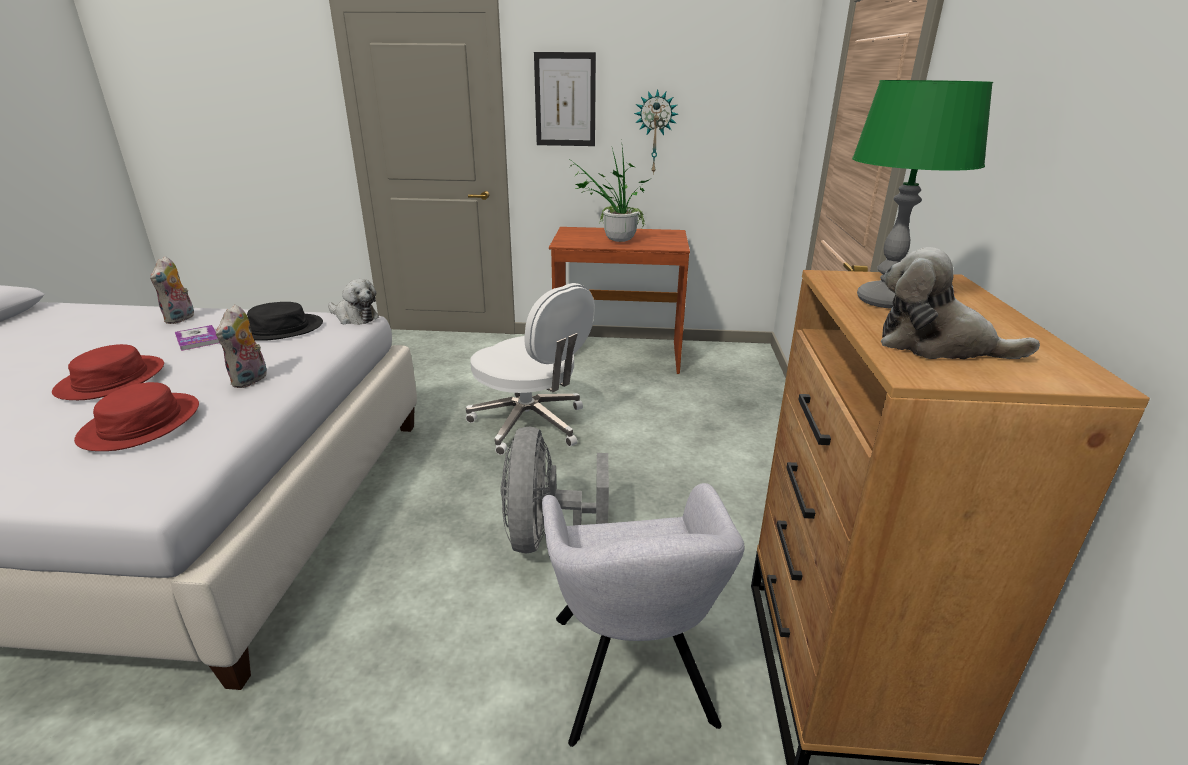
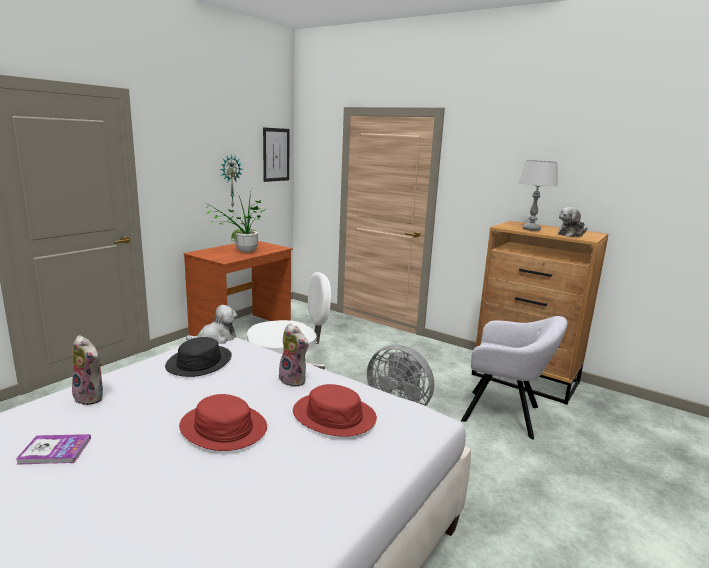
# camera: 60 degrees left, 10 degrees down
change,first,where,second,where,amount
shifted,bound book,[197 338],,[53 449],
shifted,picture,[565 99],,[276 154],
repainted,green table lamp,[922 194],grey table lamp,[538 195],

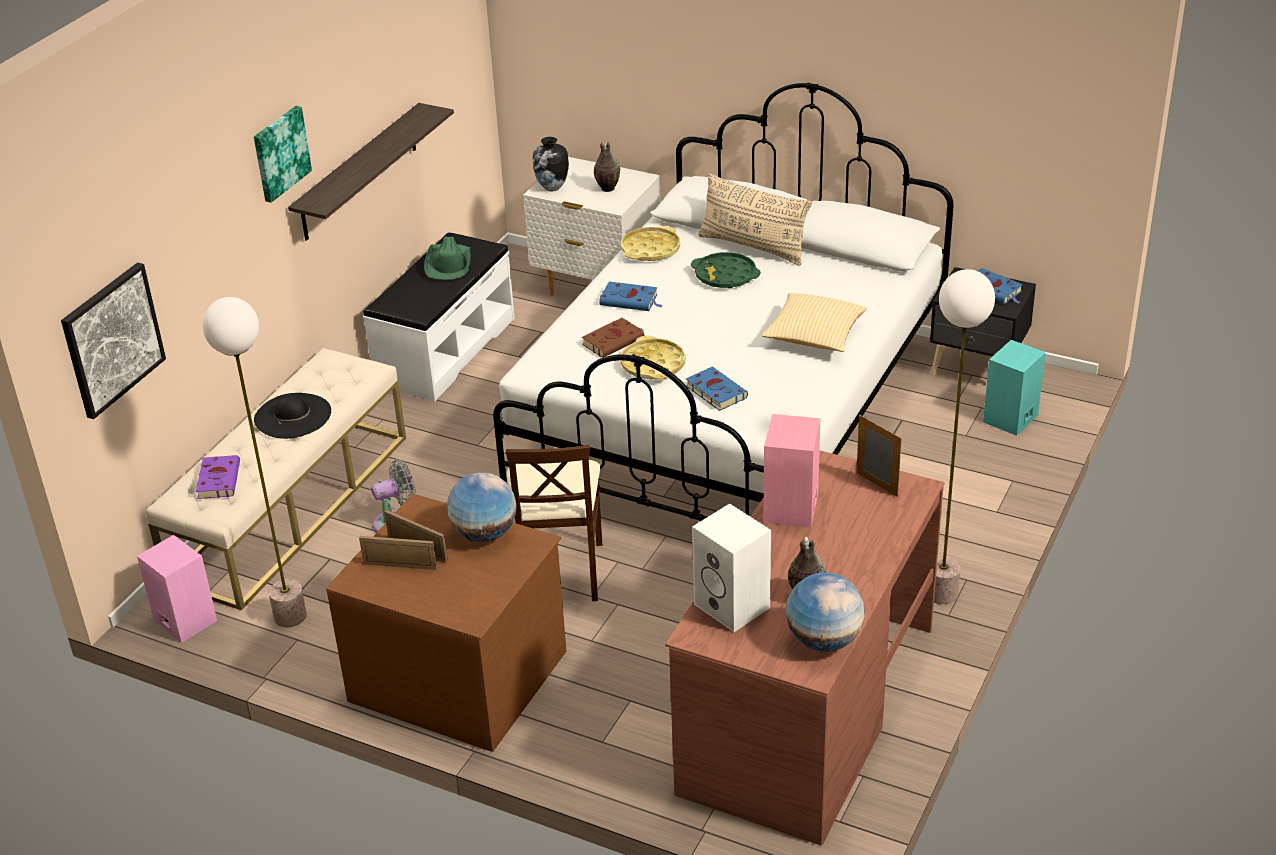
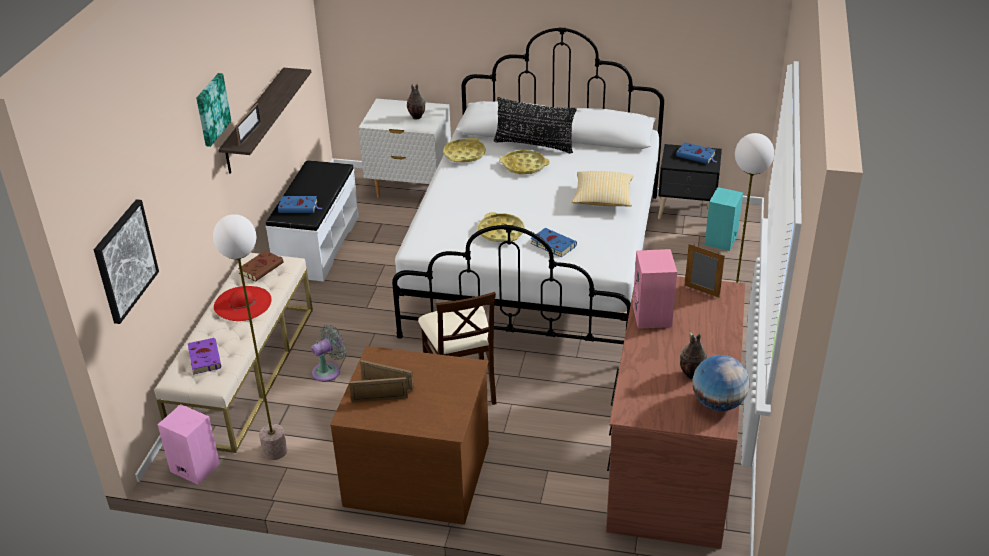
# camera: 15 degrees left, 0 degrees up
change,first,where,second,where,amount
repainted,blackish clothing hat,[292 416],reddish clothing hat,[243 303],
gone,green clothing hat,[447 258],,,
gone,globe,[482 507],,,
gone,vase,[551 164],,,
shifted,brown bound book,[613 338],,[261 265],
shifted,blue bound book,[631 296],,[300 204],
repainted,green tray,[726 270],yellow tray,[524 162],
gone,white-coloured loudspeaker,[731 567],,,
repainted,beige cushion,[755 219],blackish cushion,[535 125],
new,,,picture frame,[248 124],

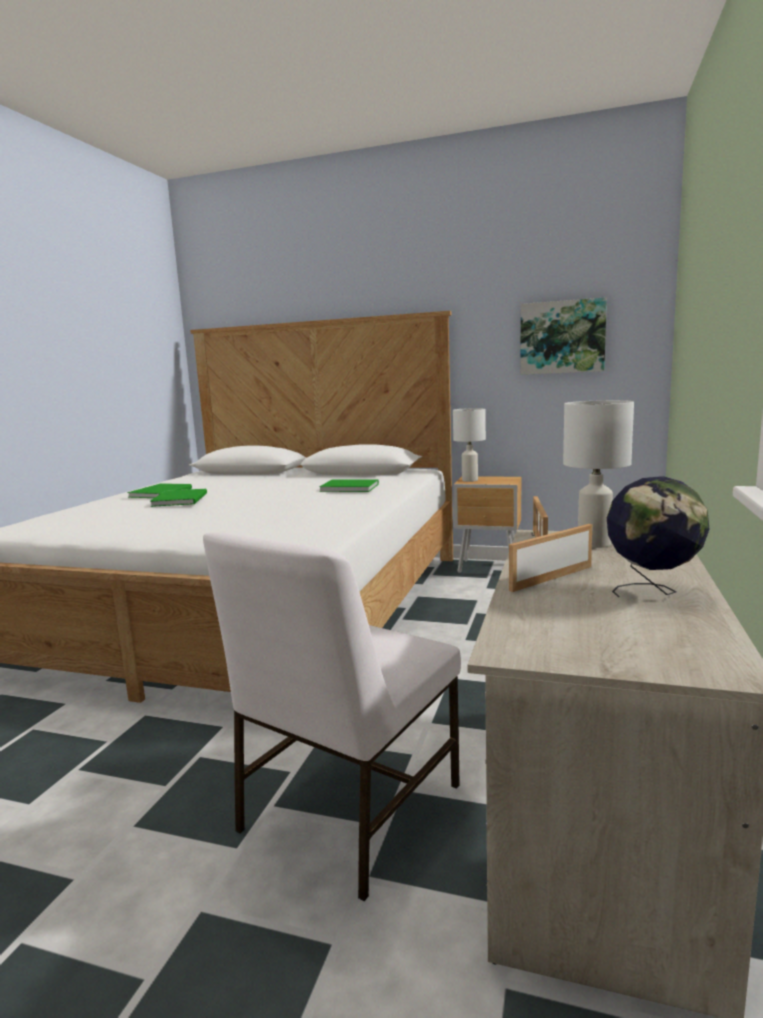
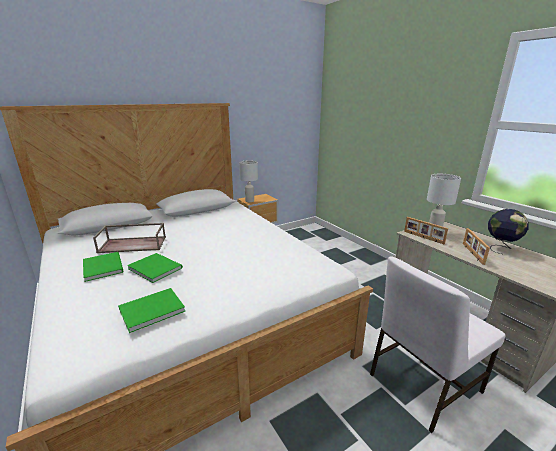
# camera: 50 degrees left, 10 degrees up
change,first,where,second,where,amount
rotated,white-coloured chair,[332 716],,[437 344],75 degrees clockwise
shifted,green bound book,[349 485],,[151 310],
gone,picture,[563 336],,,
new,,,brown tray,[129 238],

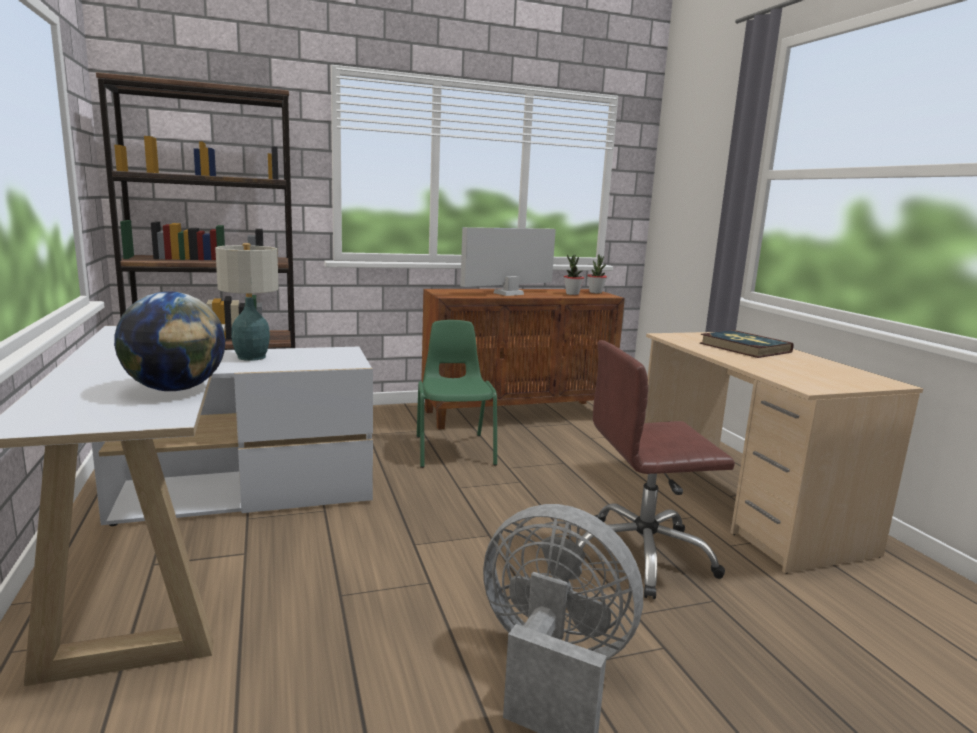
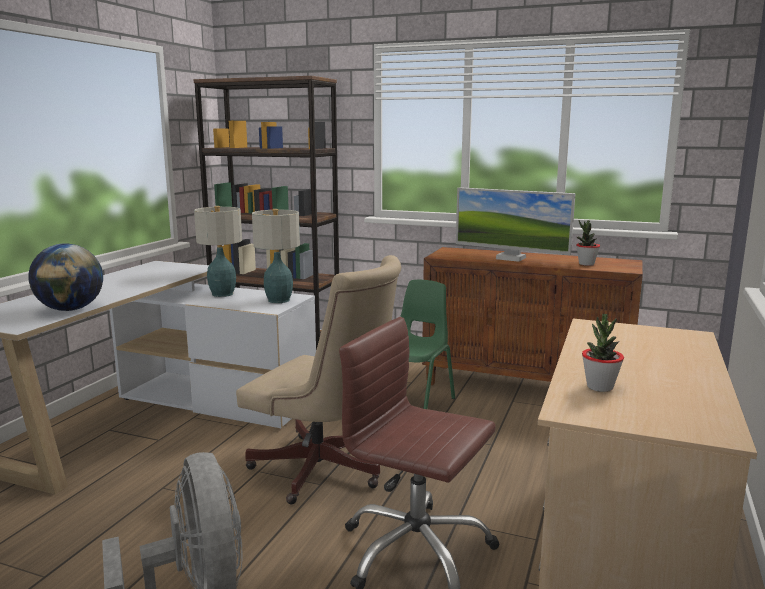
# camera: 40 degrees right, 0 degrees up
change,first,where,second,where,amount
rotated,computer display,[508 261],,[516 224],150 degrees counterclockwise
shifted,potted plant,[597 273],,[603 353],
gone,bound book,[747 344],,,
new,,,beige computer chair,[318 379],
new,,,table lamp,[276 256],

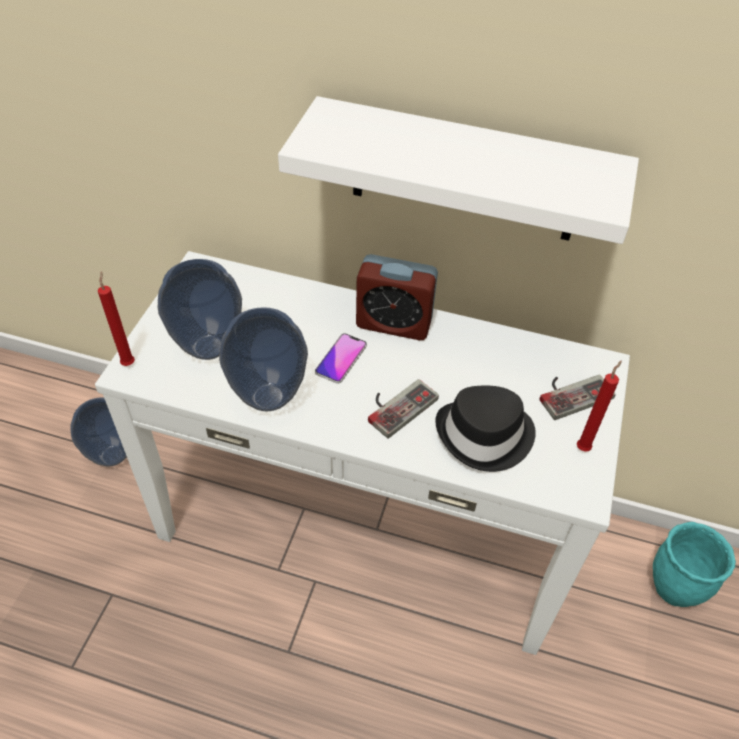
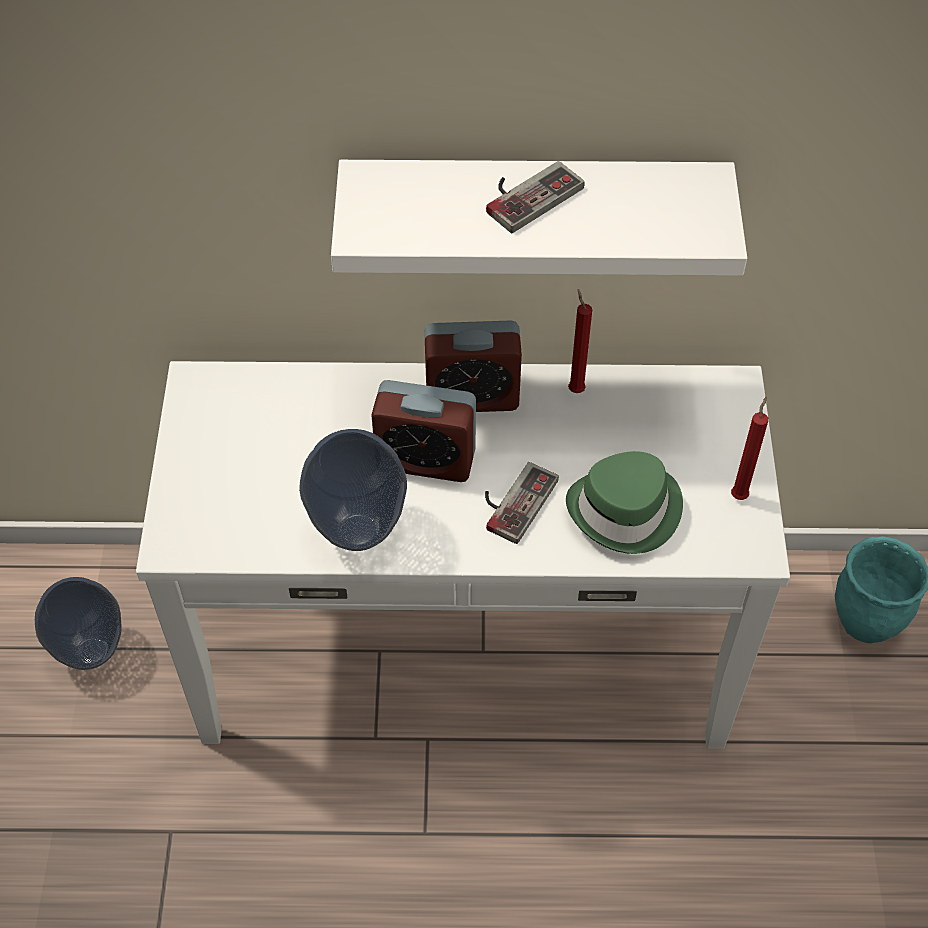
# camera: 15 degrees left, 5 degrees up
change,first,where,second,where,amount
shifted,reddish wax light,[116 318],,[580 341],
gone,vase,[200 309],,,
swapped,phone,[341 358],table clock,[423 431],
repainted,blackish clothing hat,[485 429],green clothing hat,[624 502],
shifted,gamepad,[577 397],,[535 197],

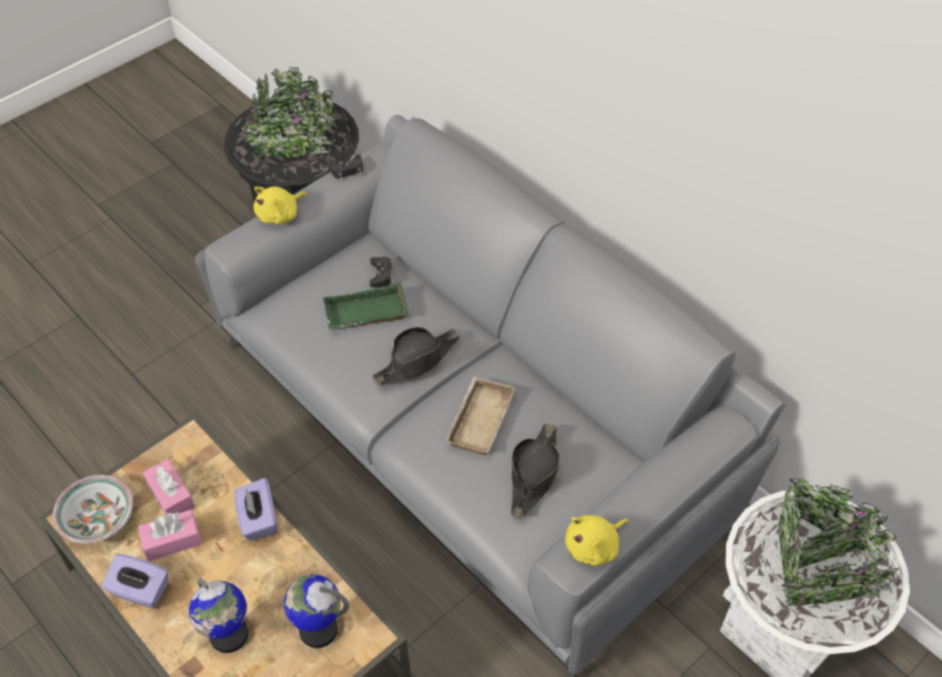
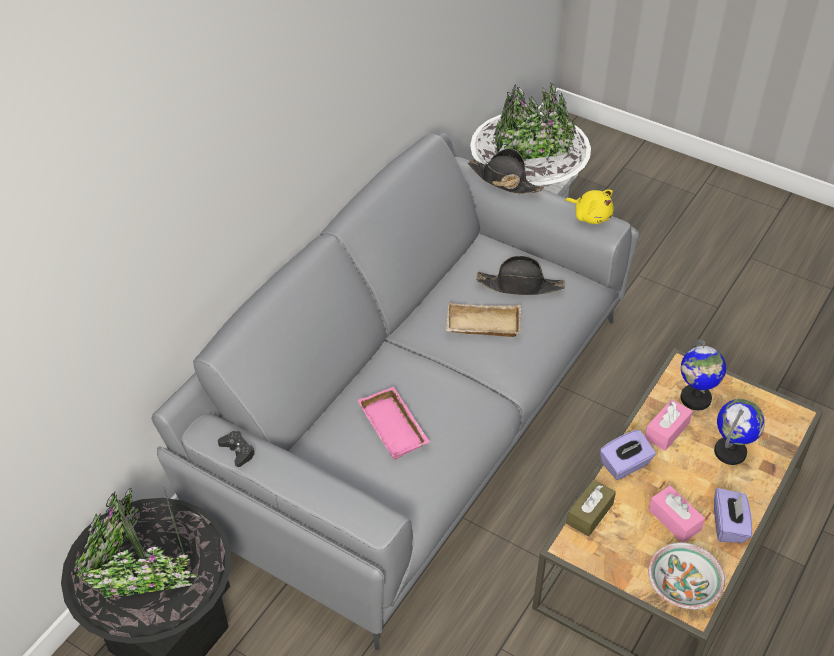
# camera: 105 degrees left, 5 degrees down
change,first,where,second,where,amount
shifted,pink-coloured box of tissues,[168 486],,[669 425],
gone,yellow soft toy,[280 205],,,
repainted,green tray,[366 306],pink-coloured tray,[394 423],
gone,blackish gamepad,[381 272],,,
shifted,blackish clothing hat,[416 356],,[506 171],
new,,,brown box of tissues,[591 508],

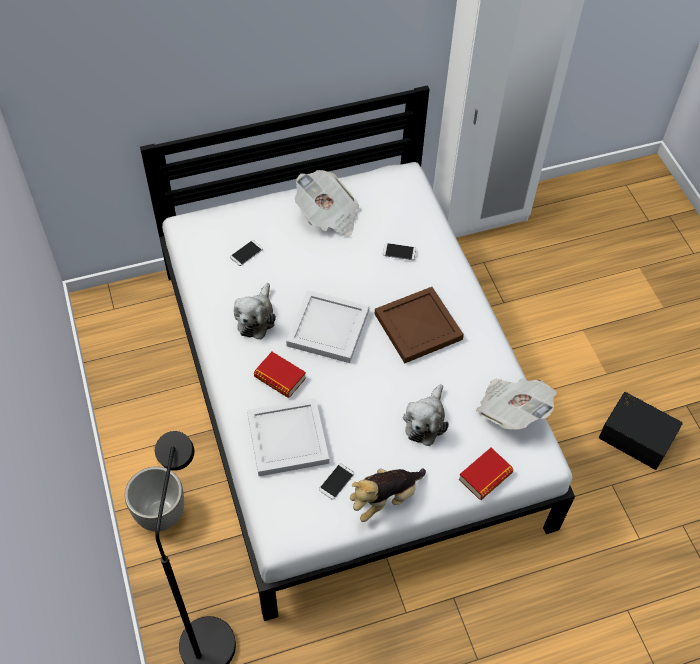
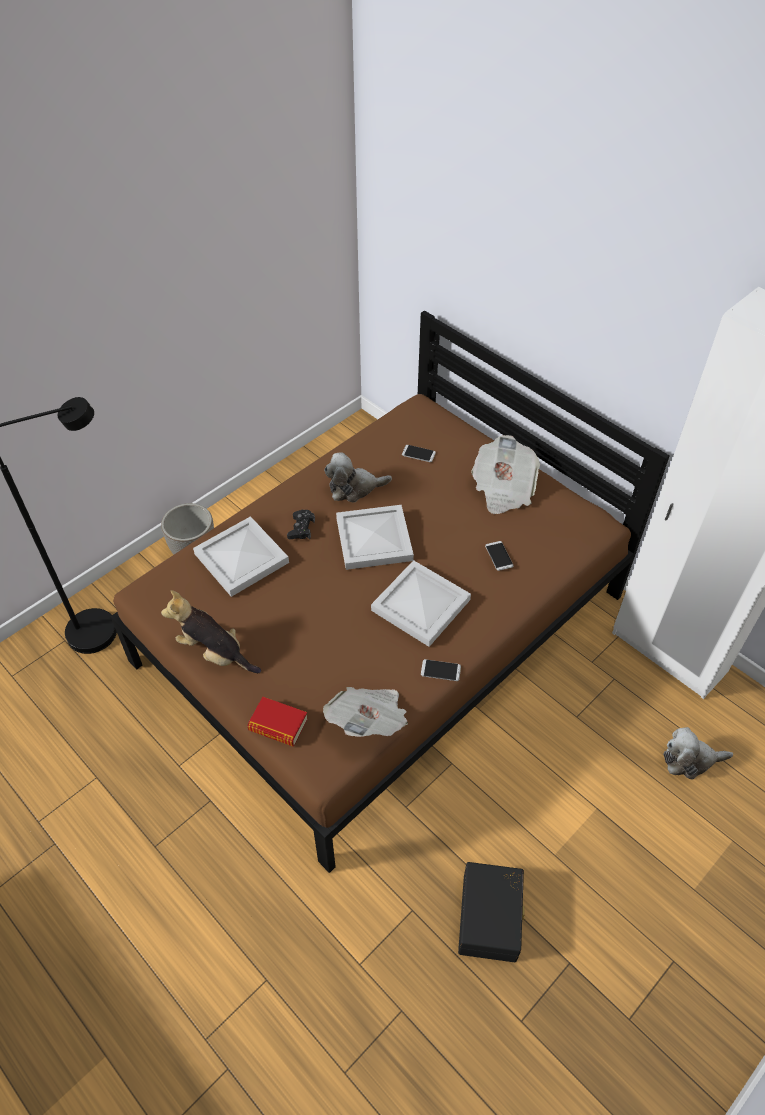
# camera: 65 degrees right, 5 degrees down
change,first,where,second,where,amount
repainted,white-coloured sleeping bed,[357 353],brown sleeping bed,[390 591],
swapped,bound book,[280 375],blackish gamepad,[301 524],
shifted,phone,[336 482],,[441 670],
repainted,brown tray,[419 325],white-coloured tray,[421 603],
shifted,soft toy,[426 415],,[698 753],

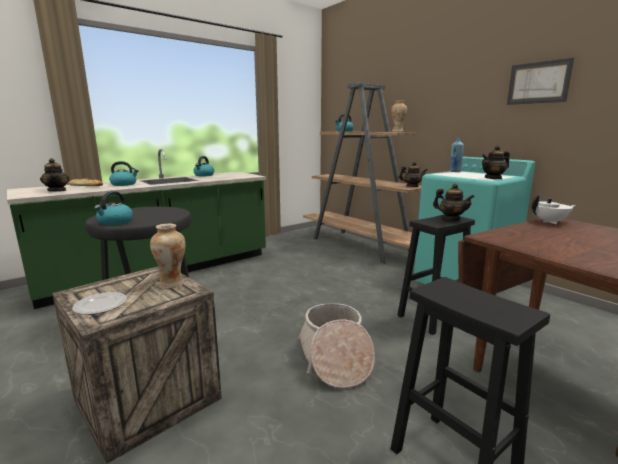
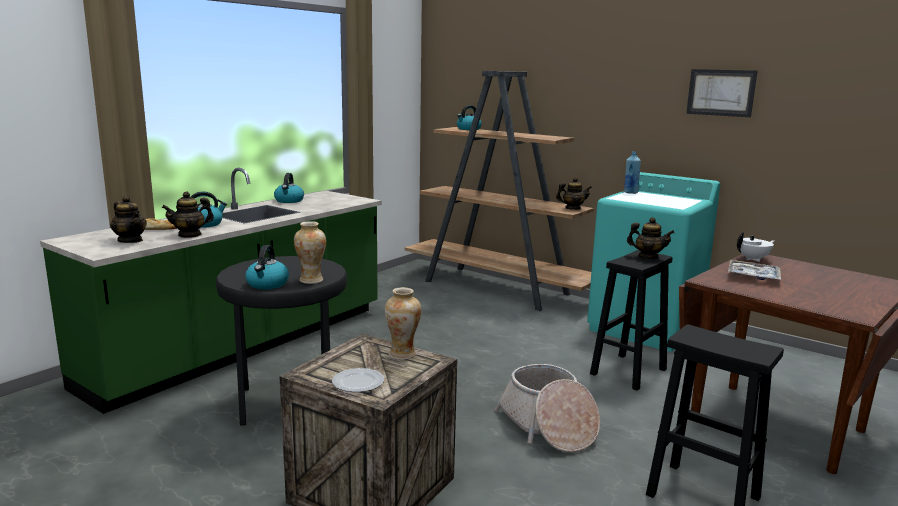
# camera: 15 degrees left, 0 degrees up
change,first,where,second,where,amount
shifted,vase,[399 116],,[310 252],
shifted,teapot,[496 162],,[188 214],
new,,,tray,[754 270],

